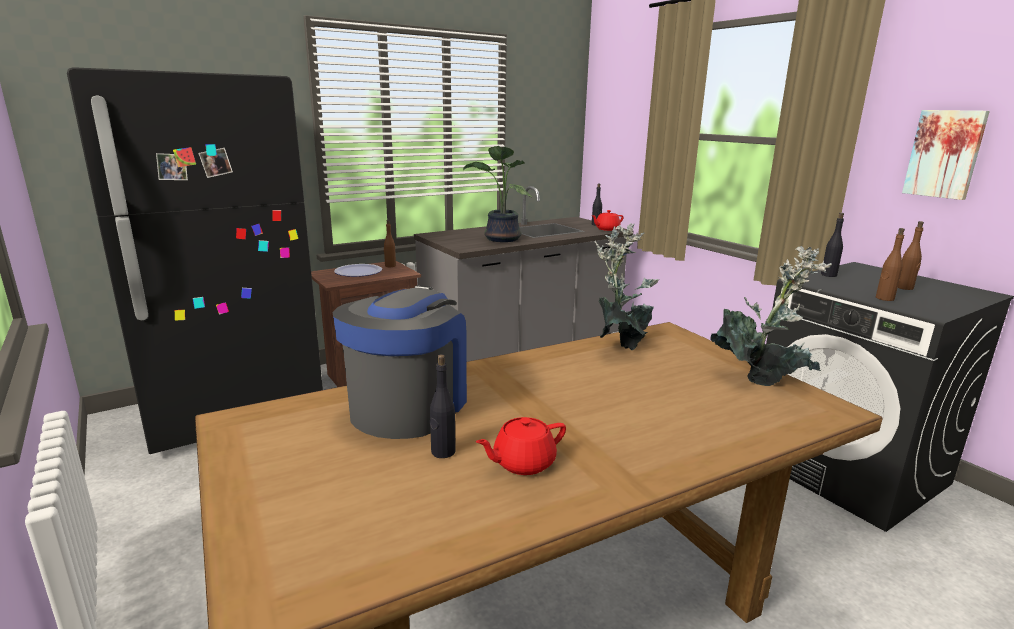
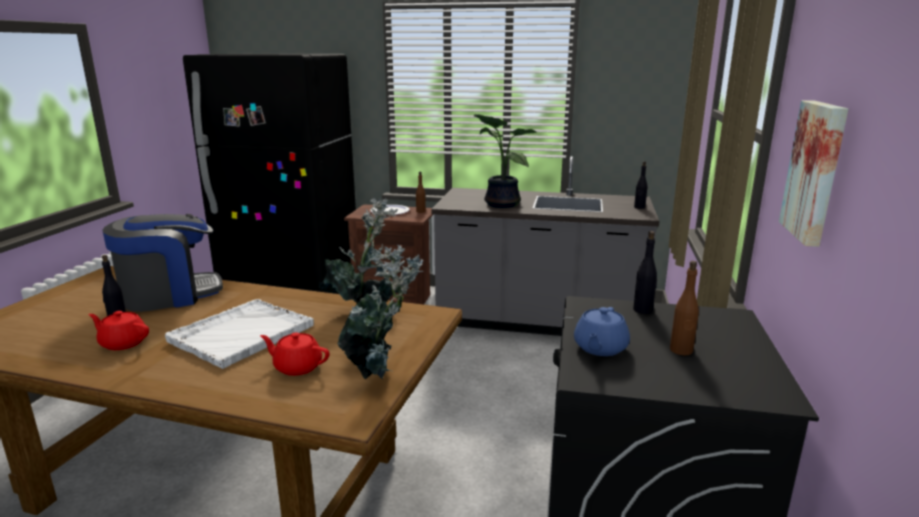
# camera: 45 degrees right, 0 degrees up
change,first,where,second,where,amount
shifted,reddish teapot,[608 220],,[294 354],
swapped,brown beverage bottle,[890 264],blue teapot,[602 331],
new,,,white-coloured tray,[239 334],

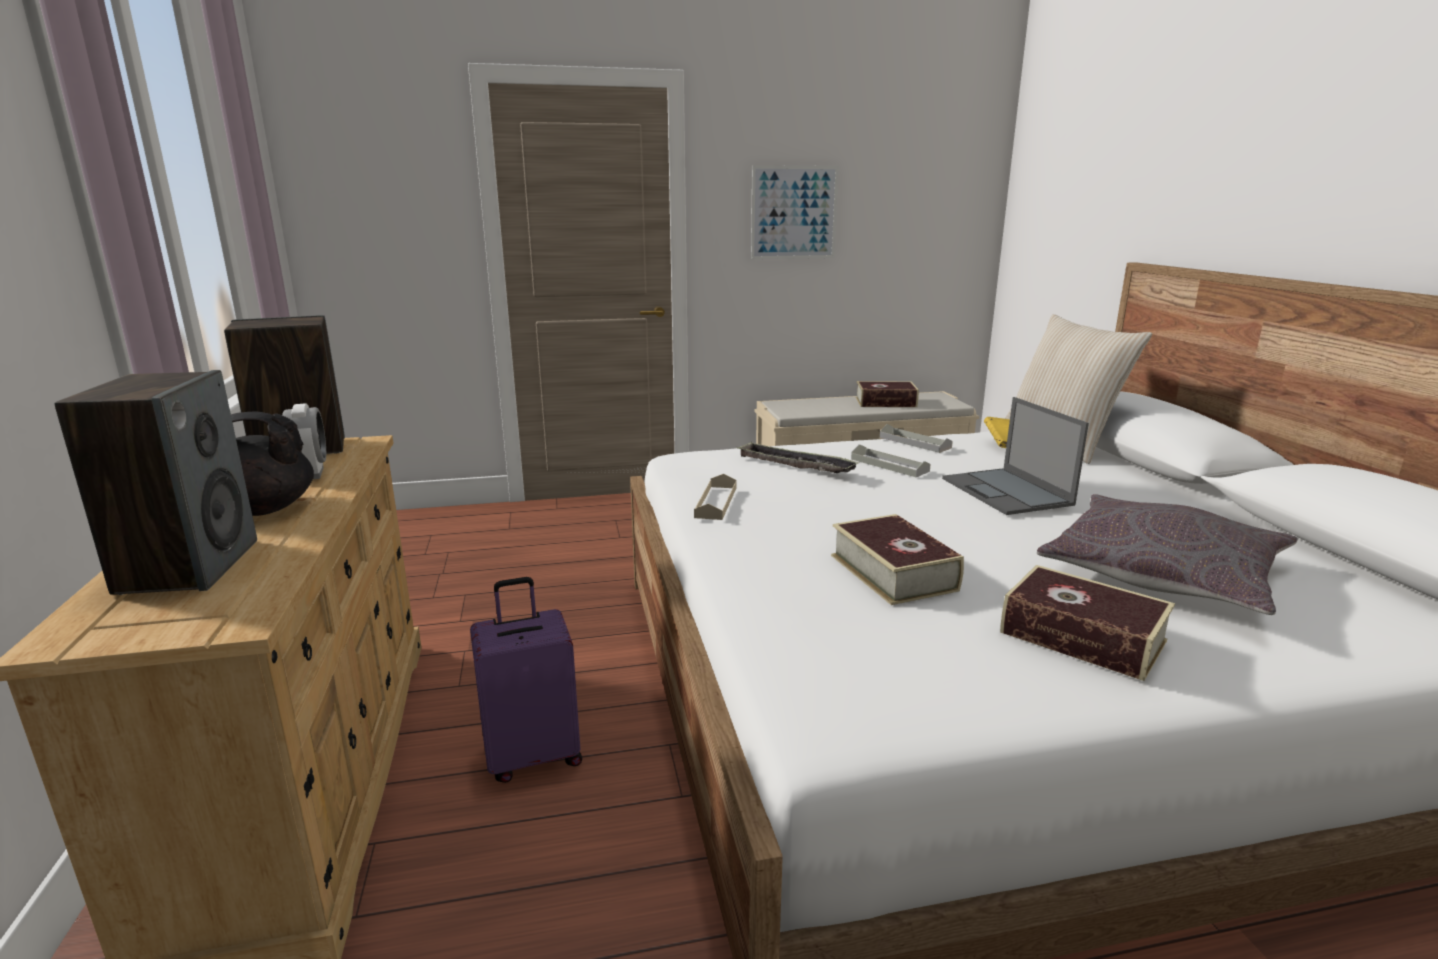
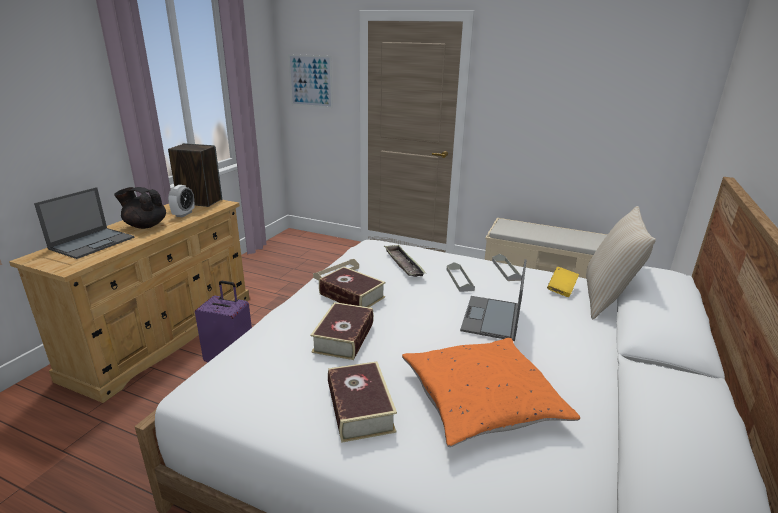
# camera: 35 degrees right, 5 degrees up
change,first,where,second,where,amount
swapped,loudspeaker,[155 482],portable computer,[84 223],
shifted,picture,[794 212],,[310 81],
shifted,bound book,[887 394],,[352 287],
repainted,grey cushion,[1167 554],orange cushion,[491 392],

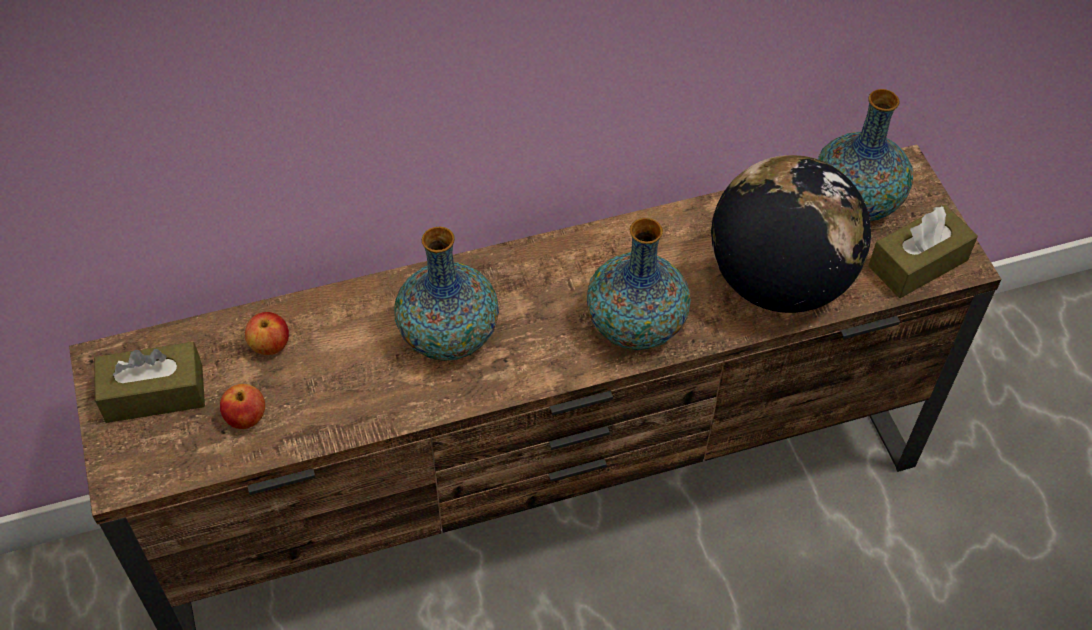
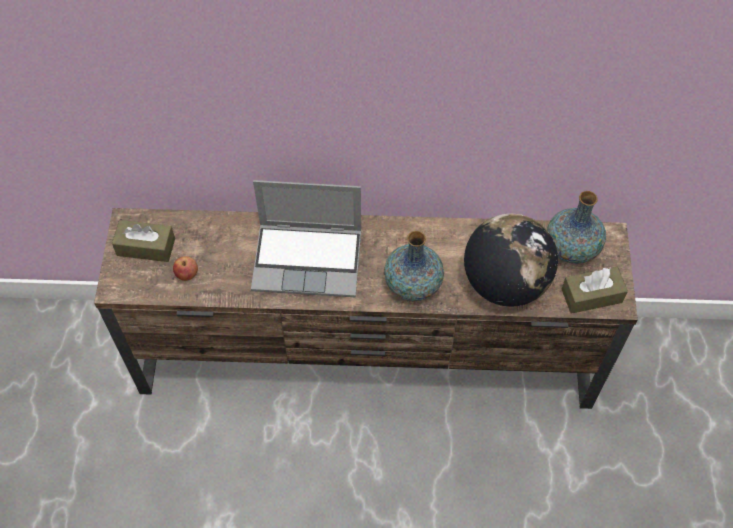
# camera: 20 degrees right, 5 degrees up
change,first,where,second,where,amount
gone,whole apple,[267 333],,,
swapped,vase,[446 294],portable computer,[306 238],

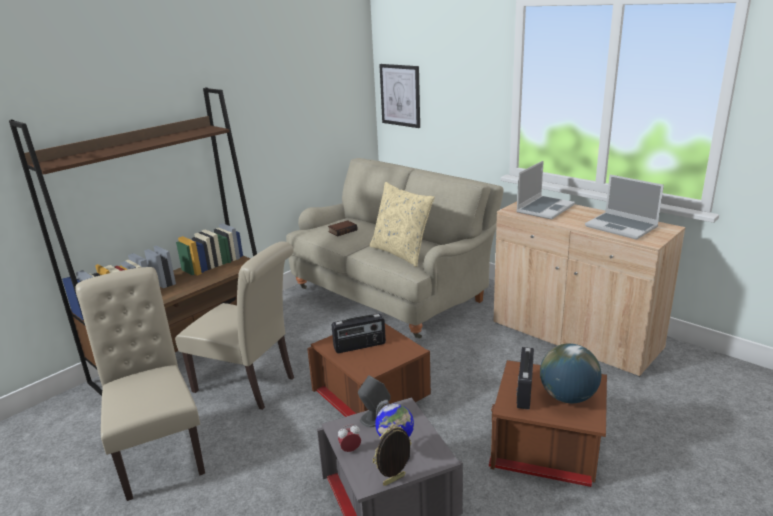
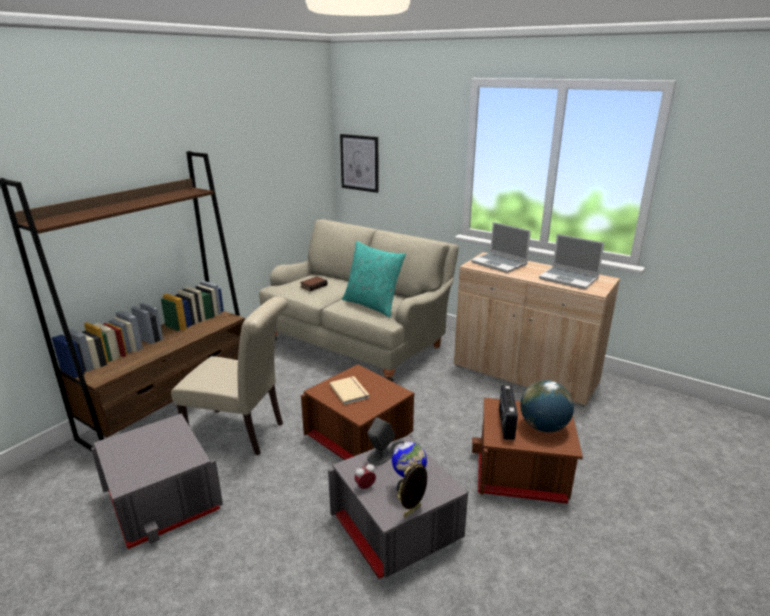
# camera: 10 degrees left, 0 degrees up
change,first,where,second,where,amount
swapped,beige chair,[140 384],grey storage container,[157 481],
swapped,radio set,[359 333],beige bound book,[349 390],
repainted,beige cushion,[402 224],turquoise-coloured cushion,[374 279],
rotated,portable computer,[545 190],,[501 247],105 degrees clockwise

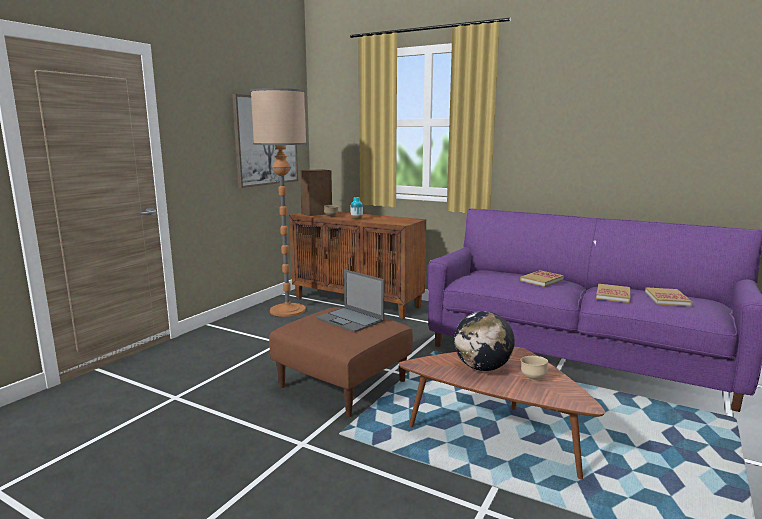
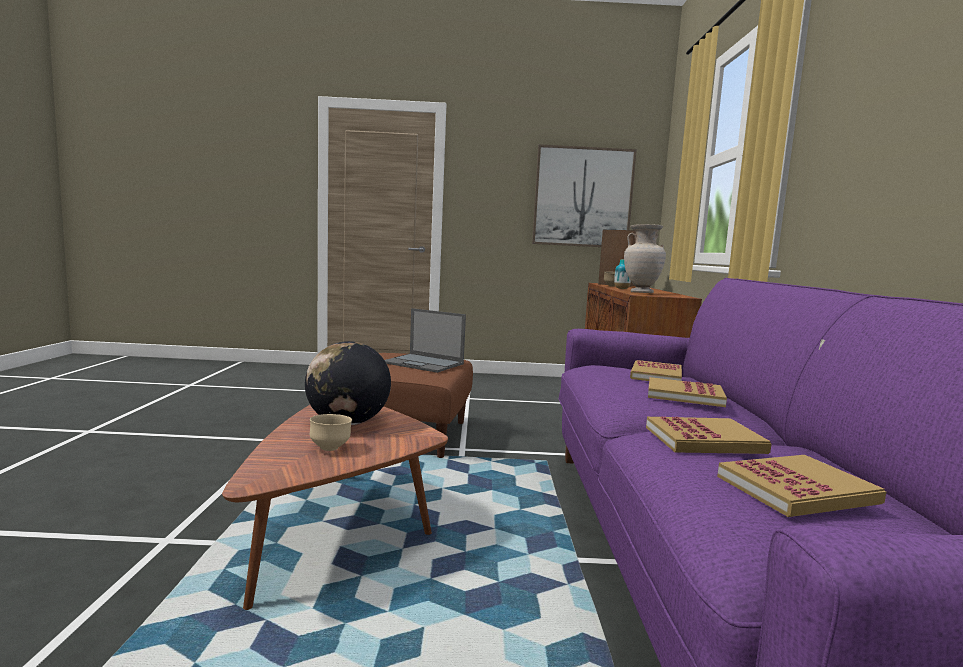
# camera: 60 degrees right, 5 degrees down
change,first,where,second,where,amount
gone,standing lamp,[278 202],,,
rotated,portable computer,[350 301],,[425 340],75 degrees counterclockwise
new,,,beige vase,[645 258],
new,,,bound book,[656 370],

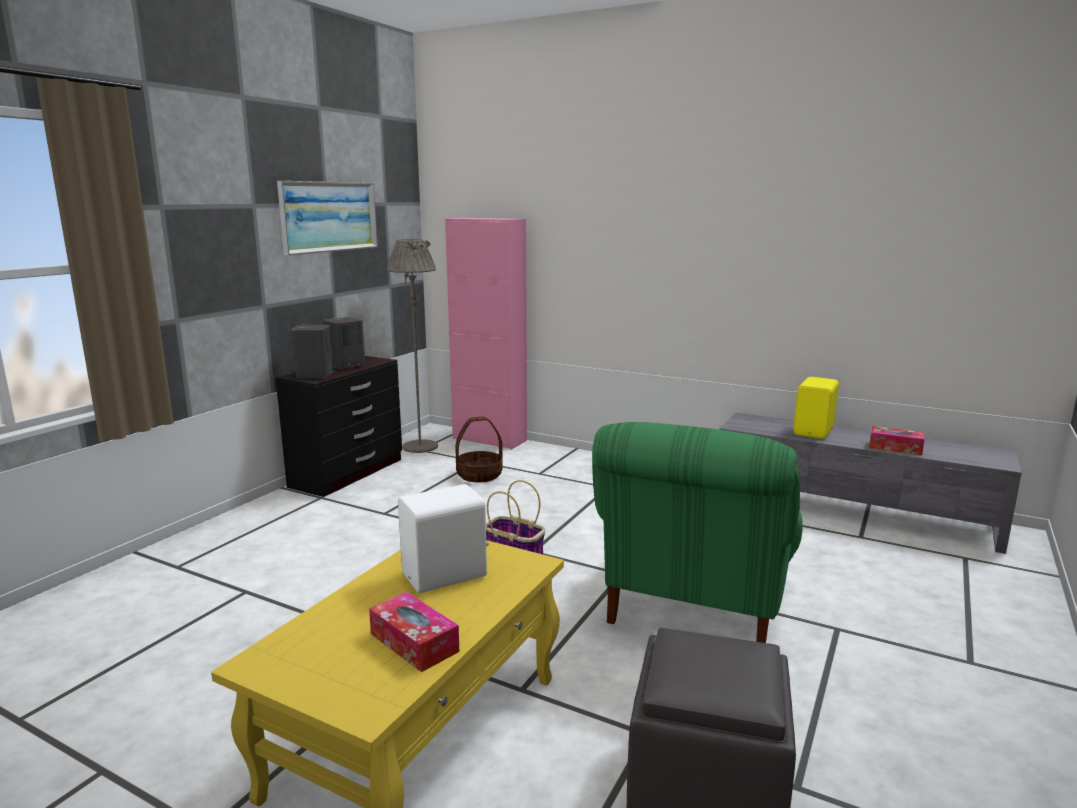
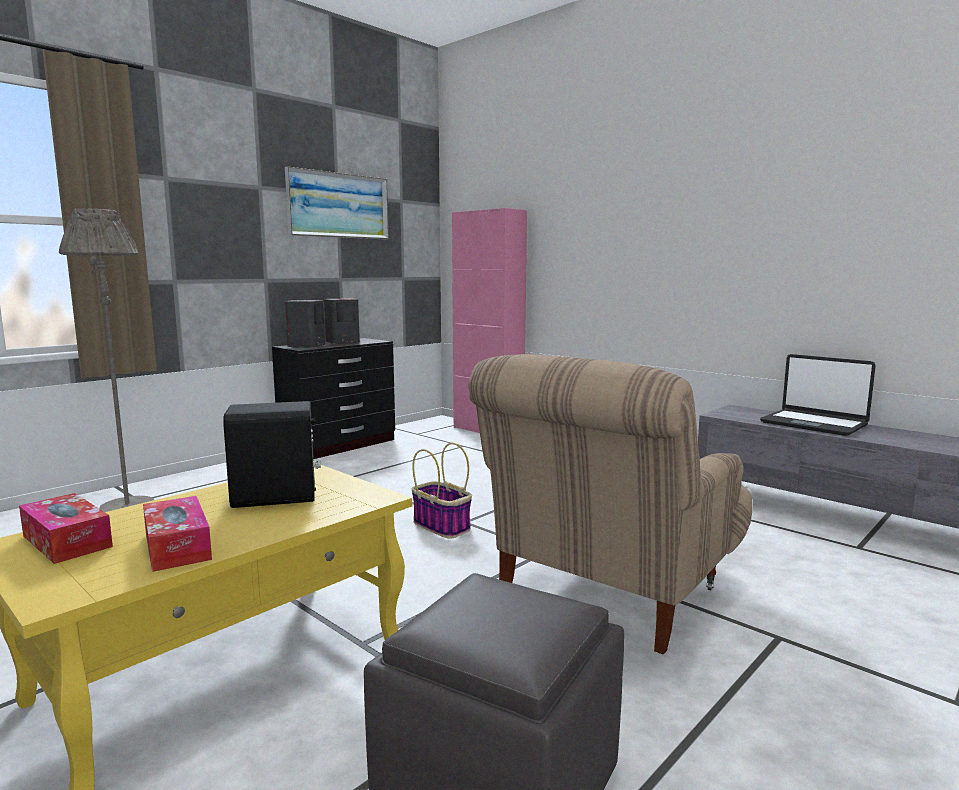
# camera: 15 degrees right, 5 degrees down
change,first,where,second,where,amount
shifted,grey standing lamp,[412 346],,[106 360],
repainted,white-coloured loudspeaker,[443 538],blackish loudspeaker,[272 454],
gone,basket,[479 449],,,
repainted,green easy chair,[697 532],beige easy chair,[610 504],
swapped,yellow loudspeaker,[816 408],portable computer,[818 395],
shifted,box of tissues,[897 440],,[66 528],

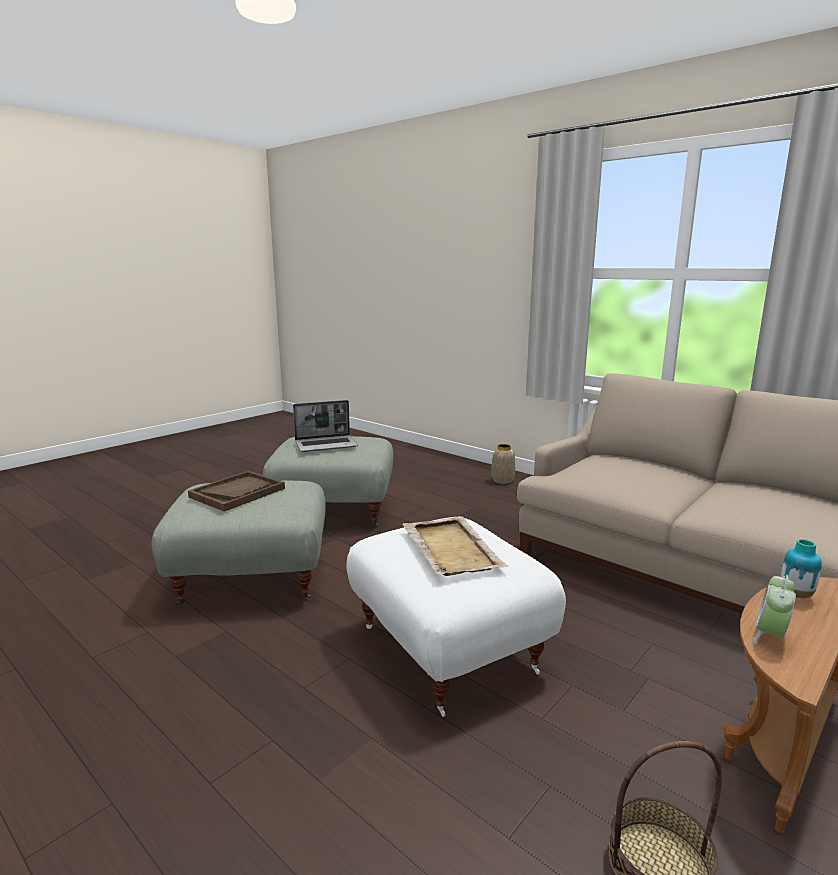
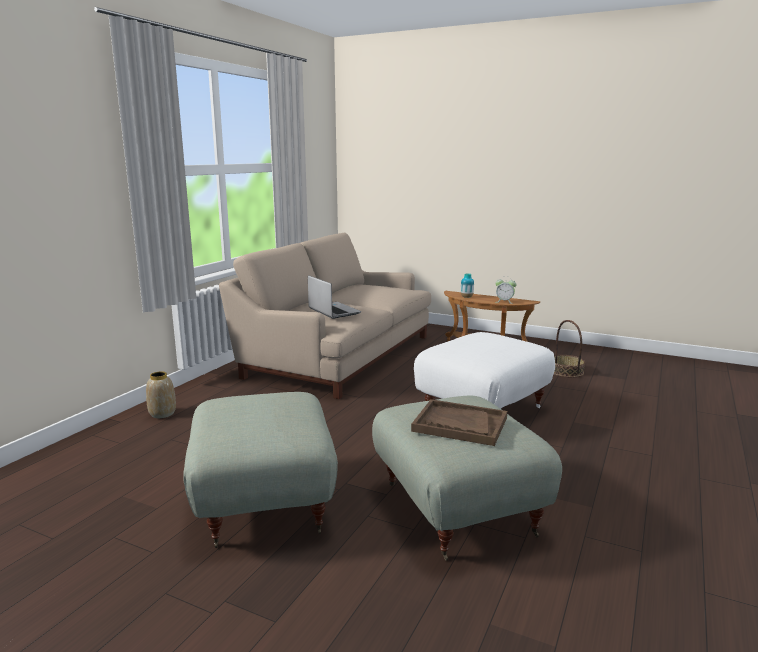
# camera: 105 degrees left, 0 degrees up
change,first,where,second,where,amount
shifted,portable computer,[325 426],,[334 297],
gone,beige tray,[455 546],,,

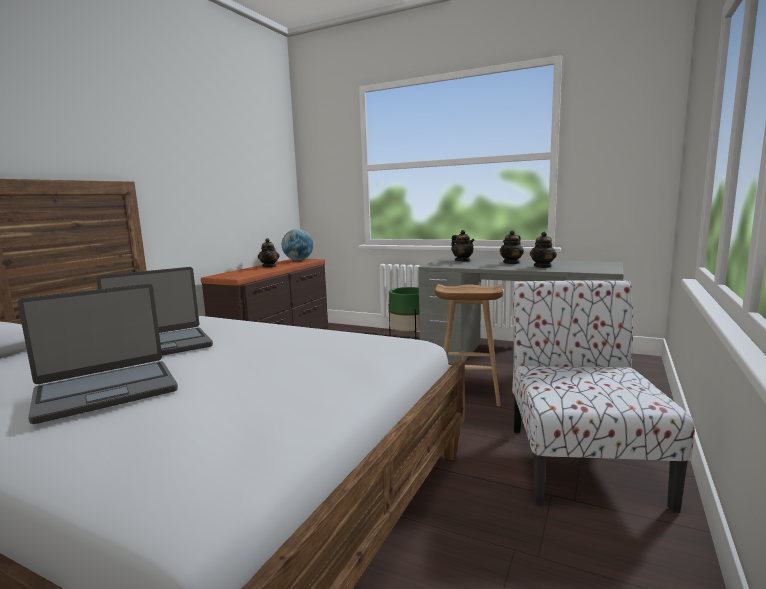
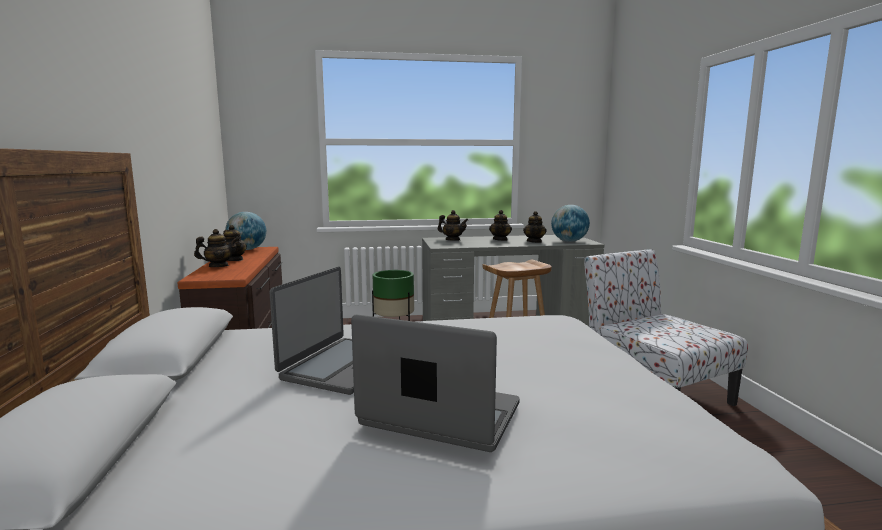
# camera: 35 degrees left, 0 degrees up
change,first,where,second,where,amount
rotated,portable computer,[98 354],,[435 383],90 degrees counterclockwise
new,,,teapot,[216 248],
new,,,globe,[570 223],

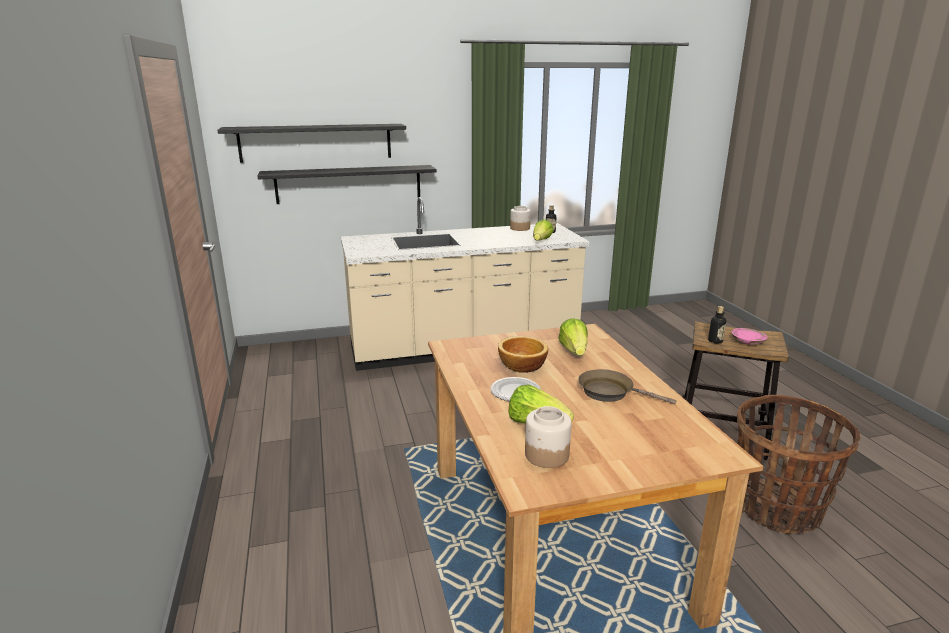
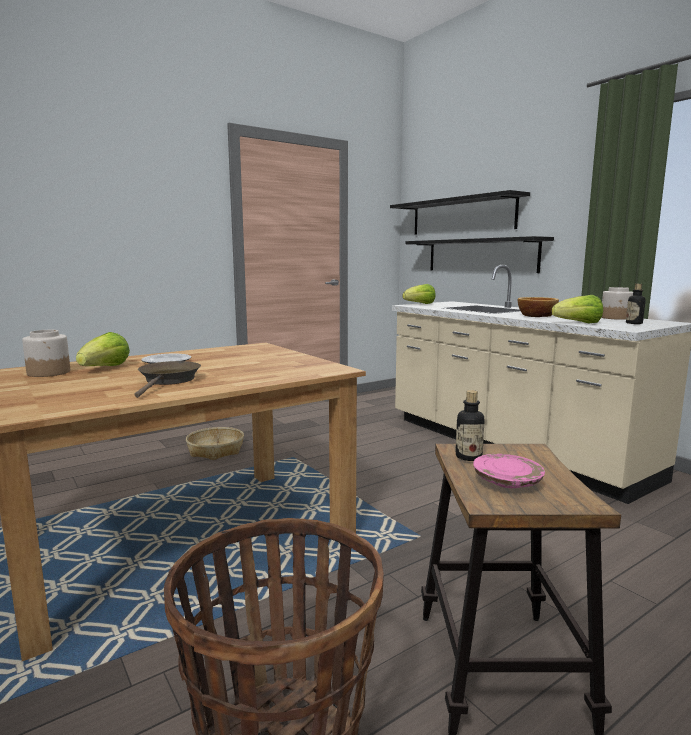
# camera: 70 degrees right, 10 degrees down
change,first,where,second,where,amount
shifted,serving bowl,[523 354],,[538 307],
shifted,lettuce head,[573 336],,[419 294],
new,,,basket,[215 443],

